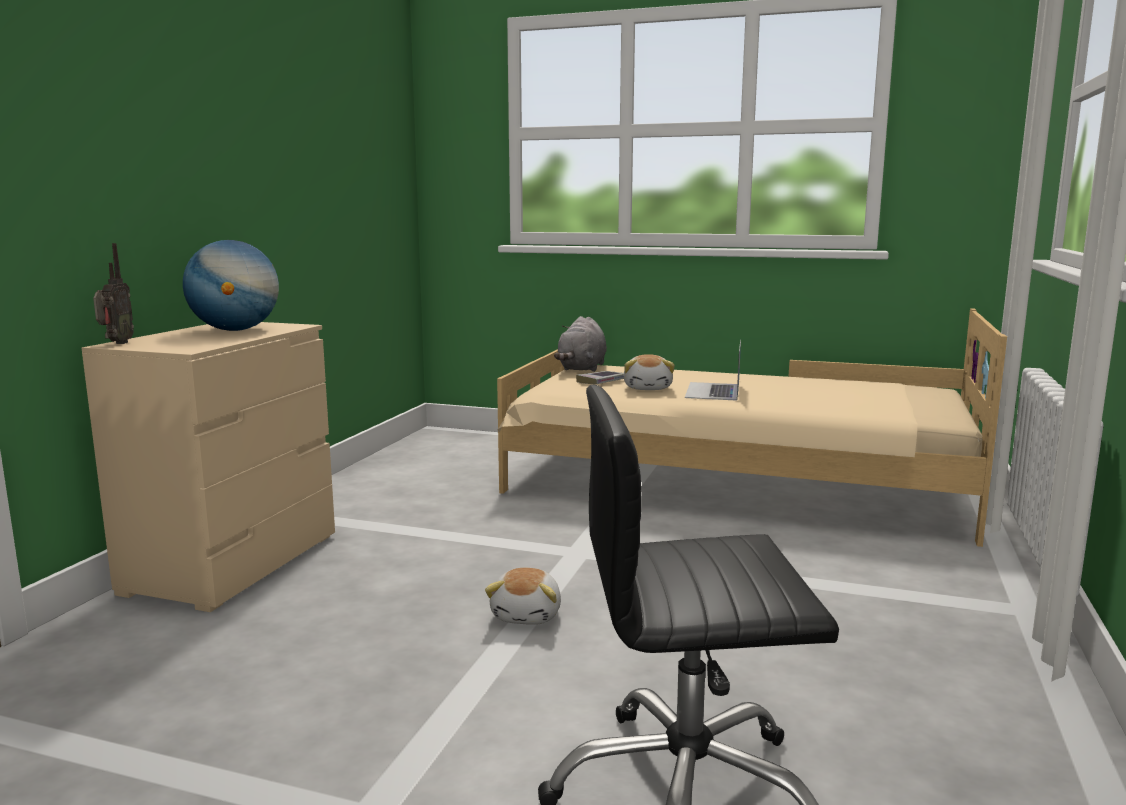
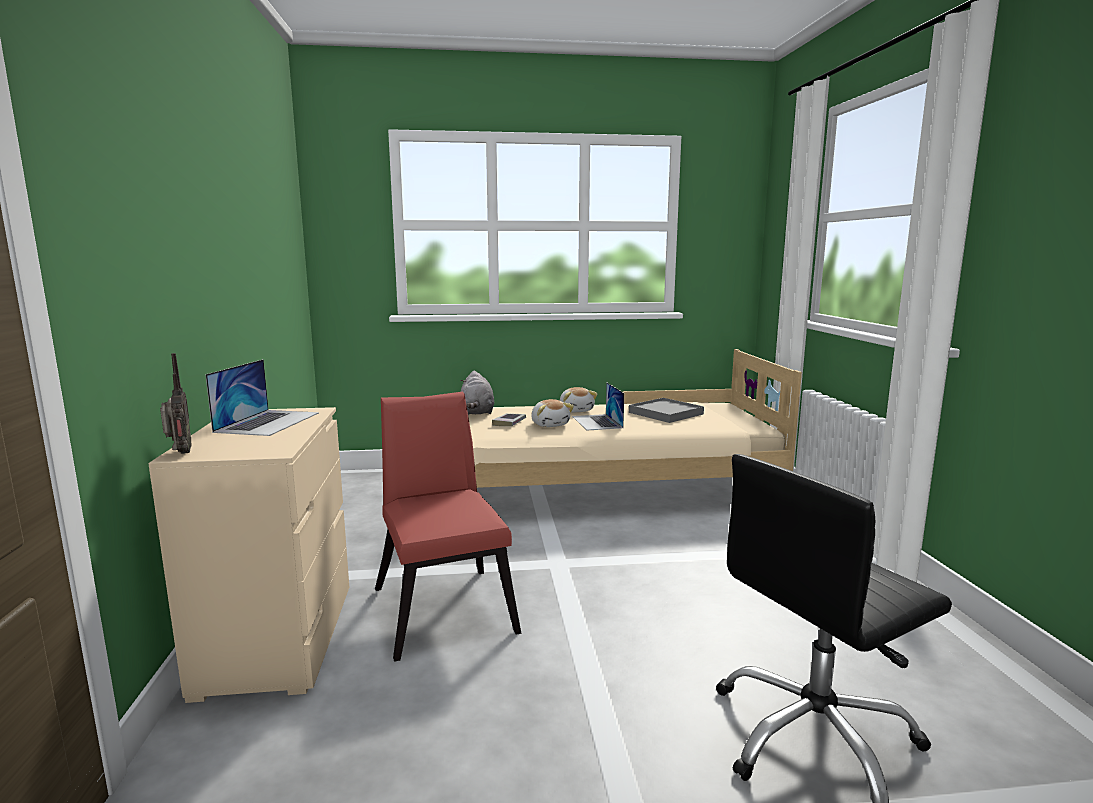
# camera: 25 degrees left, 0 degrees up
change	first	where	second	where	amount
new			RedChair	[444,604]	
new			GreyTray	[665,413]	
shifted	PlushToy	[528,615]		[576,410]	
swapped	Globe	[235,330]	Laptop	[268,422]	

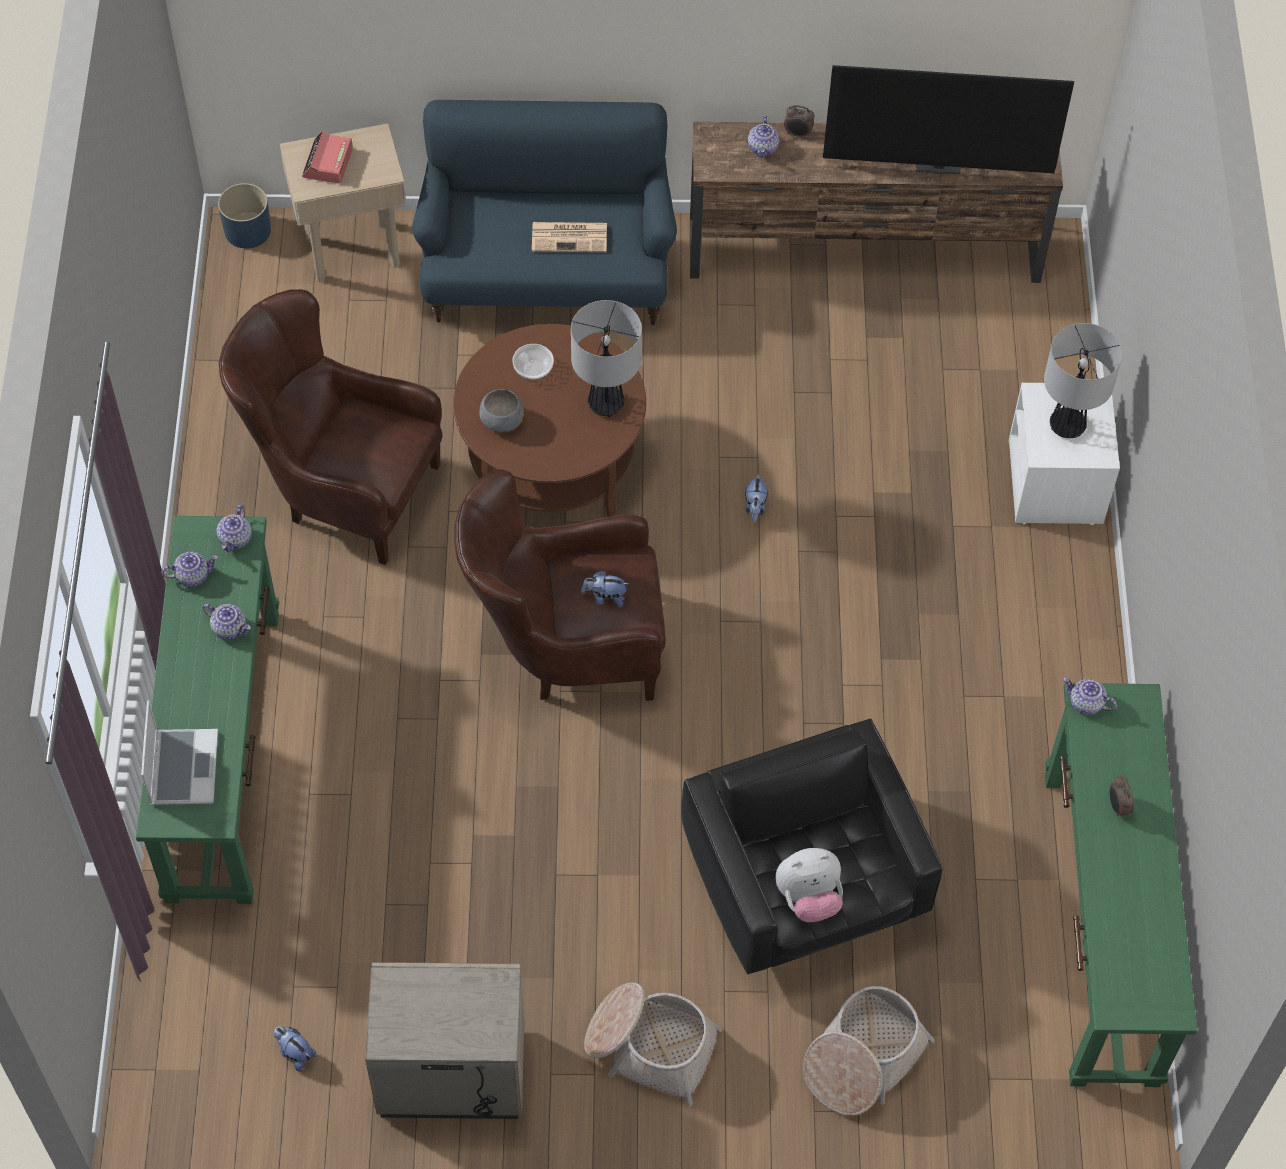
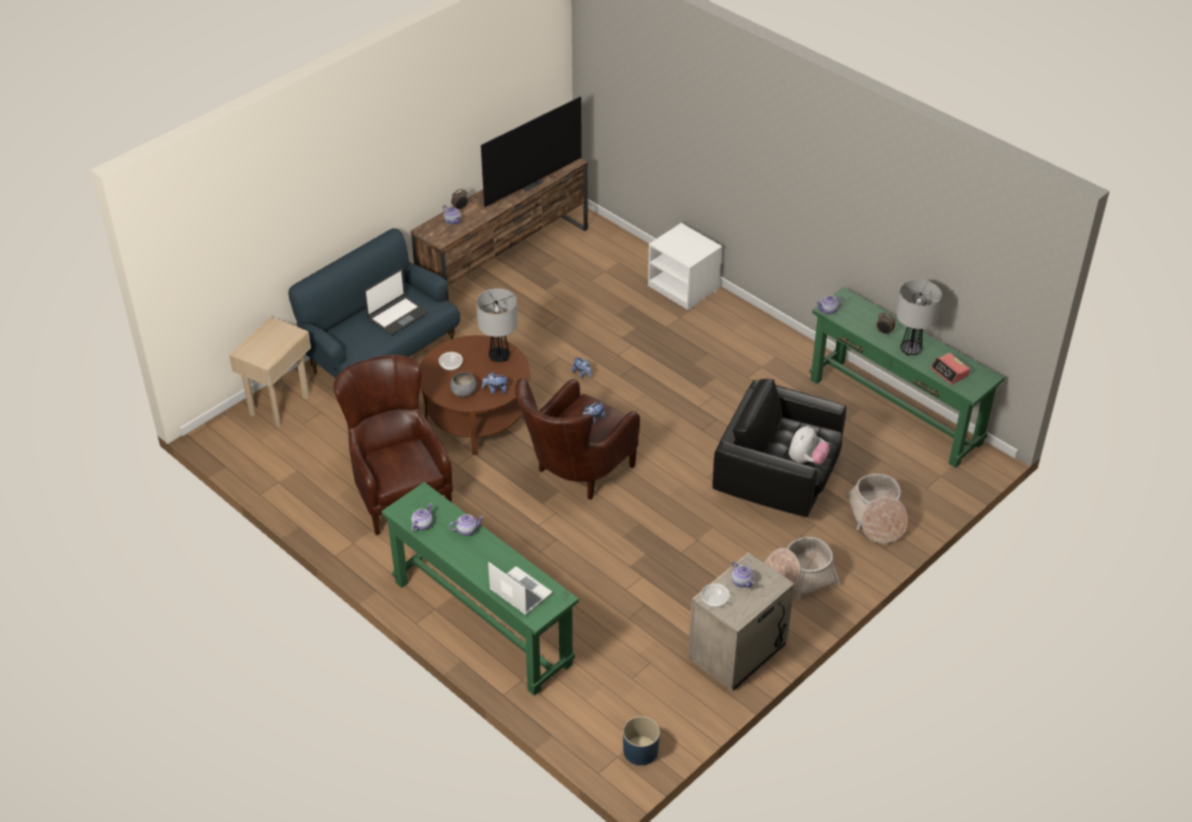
# camera: 45 degrees left, 15 degrees down
change	first	where	second	where	amount
new			Bowl	[714,600]	
shifted	Teapot	[236,538]		[742,581]	
shifted	BluePlanter	[247,230]		[640,751]	
shifted	PlushToy	[295,1053]		[495,390]	
shifted	AlarmClock	[328,163]		[949,372]	
shifted	TableLamp	[1067,426]		[911,350]	
swapped	Newspaper	[570,237]	Laptop	[397,316]	
rotated	BrownArmchair	[342,489]		[398,491]	90 degrees clockwise

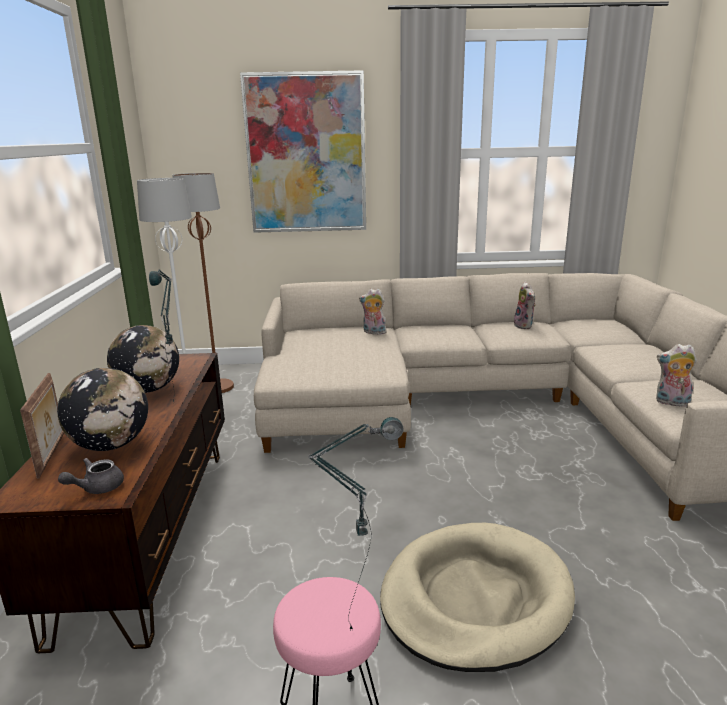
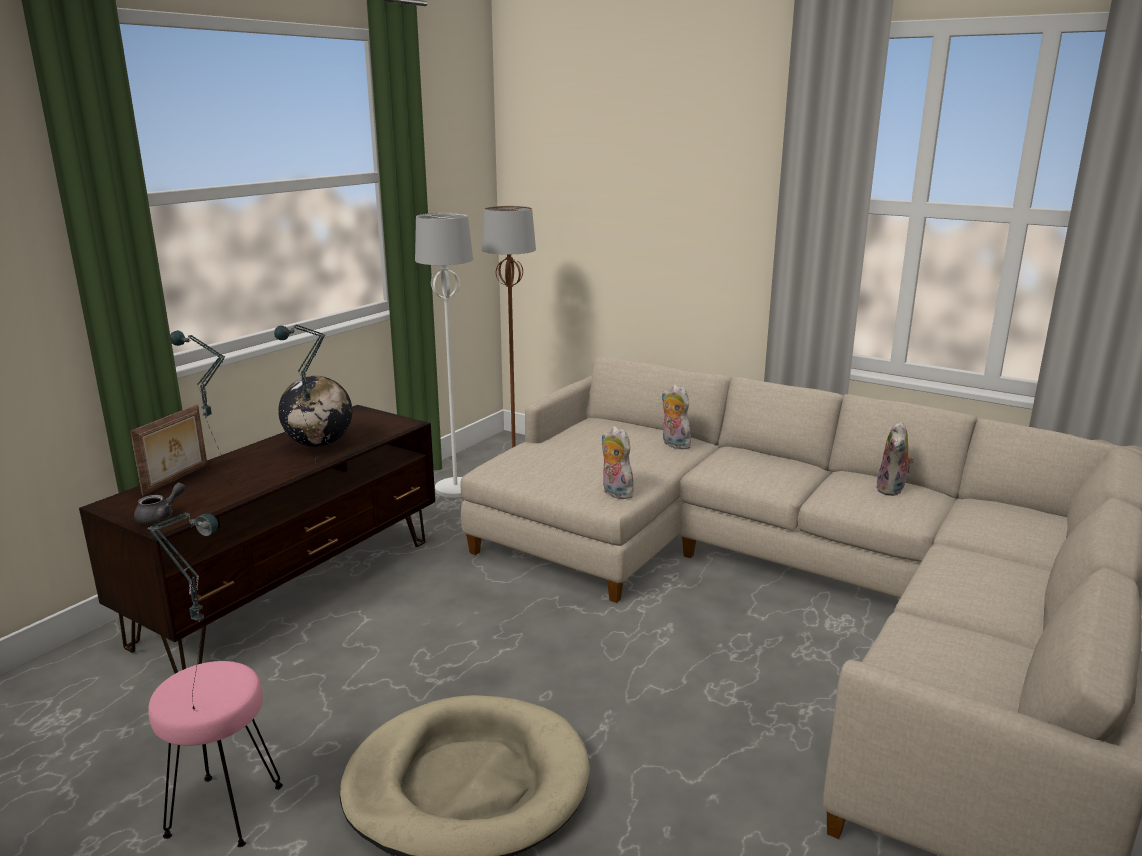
# camera: 35 degrees right, 0 degrees up
change	first	where	second	where	amount
gone	Picture	[306,154]			
shifted	PlushToy	[671,403]		[615,493]	
swapped	Globe	[111,445]	TableLamp	[219,486]	
rotated	GreyTeapot	[97,488]		[161,517]	135 degrees clockwise

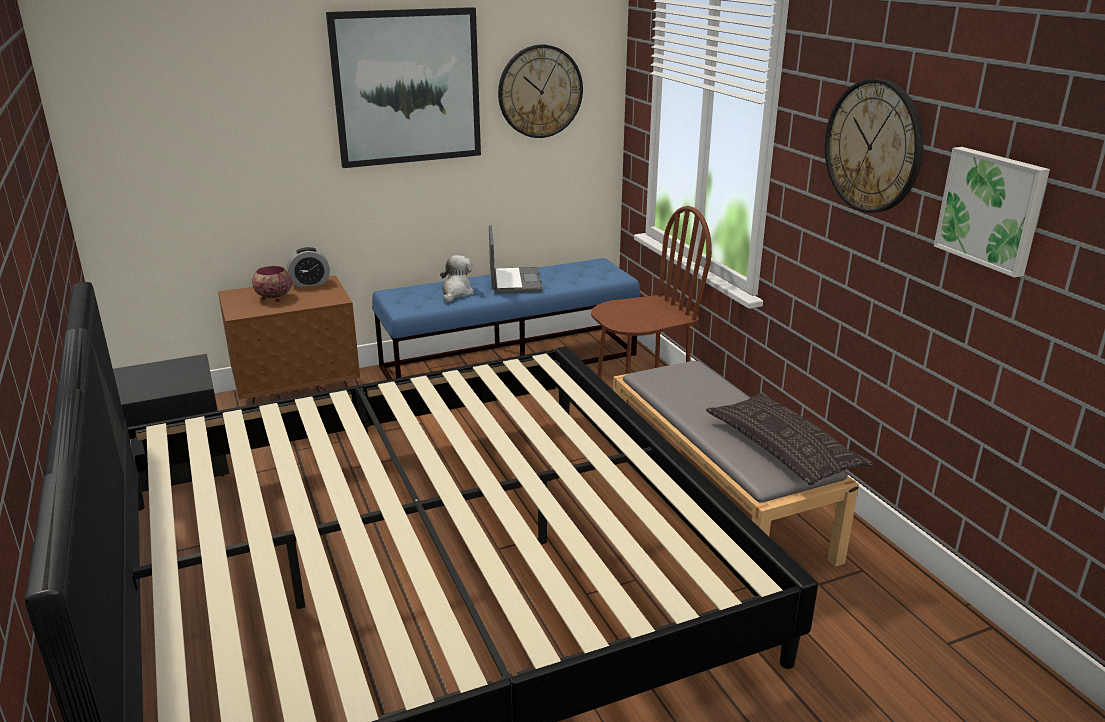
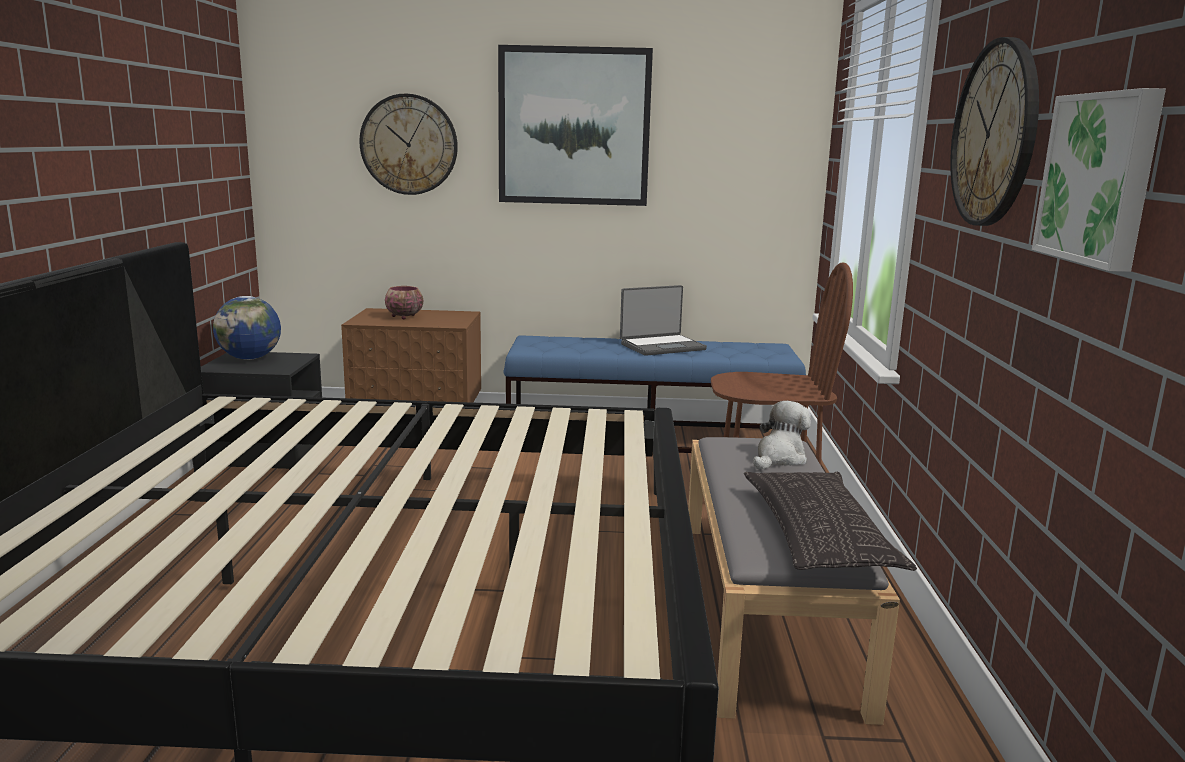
# camera: 25 degrees right, 10 degrees down
change	first	where	second	where	amount
gone	AlarmClock	[310,283]			
new			Globe	[250,358]	
shifted	PlushToy	[456,293]		[779,458]	
shifted	WallClock	[540,91]		[409,144]	
rotated	Laptop	[514,282]		[661,346]	45 degrees clockwise

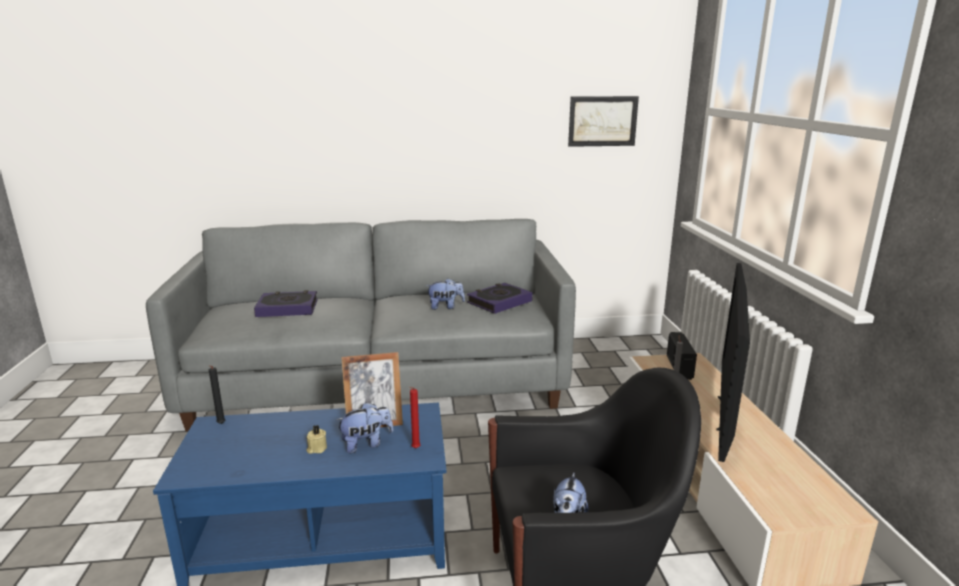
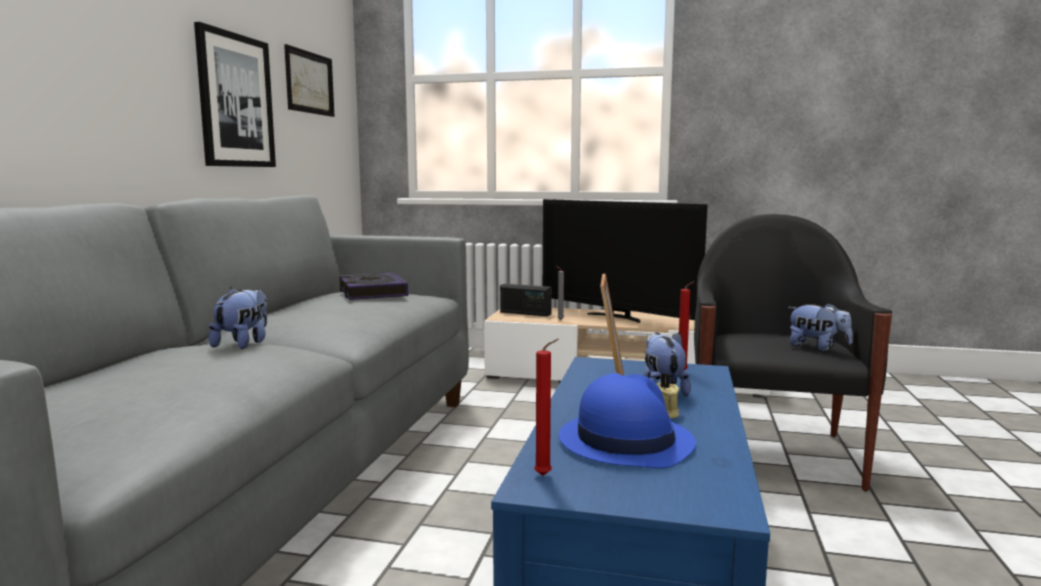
# camera: 70 degrees left, 10 degrees down
change	first	where	second	where	amount
gone	Book	[287,308]			
new			Picture	[235,101]	
new			BlueHat	[625,440]	
shifted	PlushToy	[445,307]		[244,343]	
repainted	BlackCandle	[220,424]	RedCandle	[545,476]	

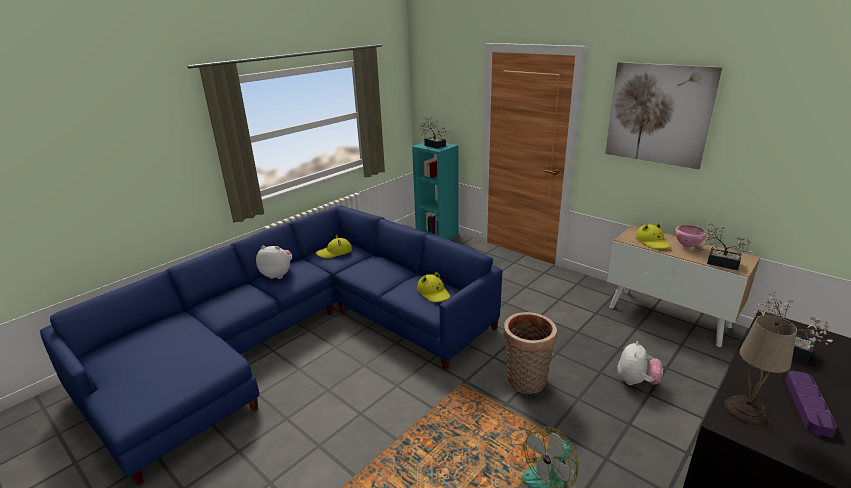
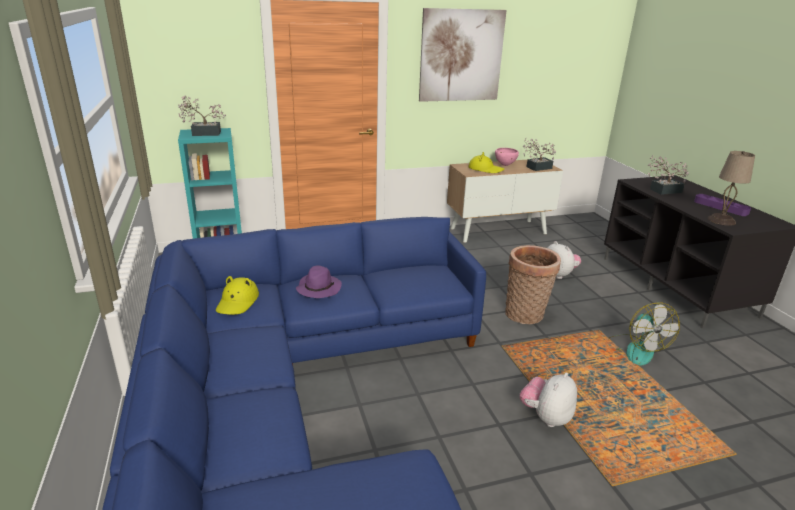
# camera: 60 degrees left, 0 degrees up
change	first	where	second	where	amount
gone	YellowHat	[434,292]			
new			PurpleHat	[318,288]	
shifted	PlushToy	[278,275]		[546,417]	

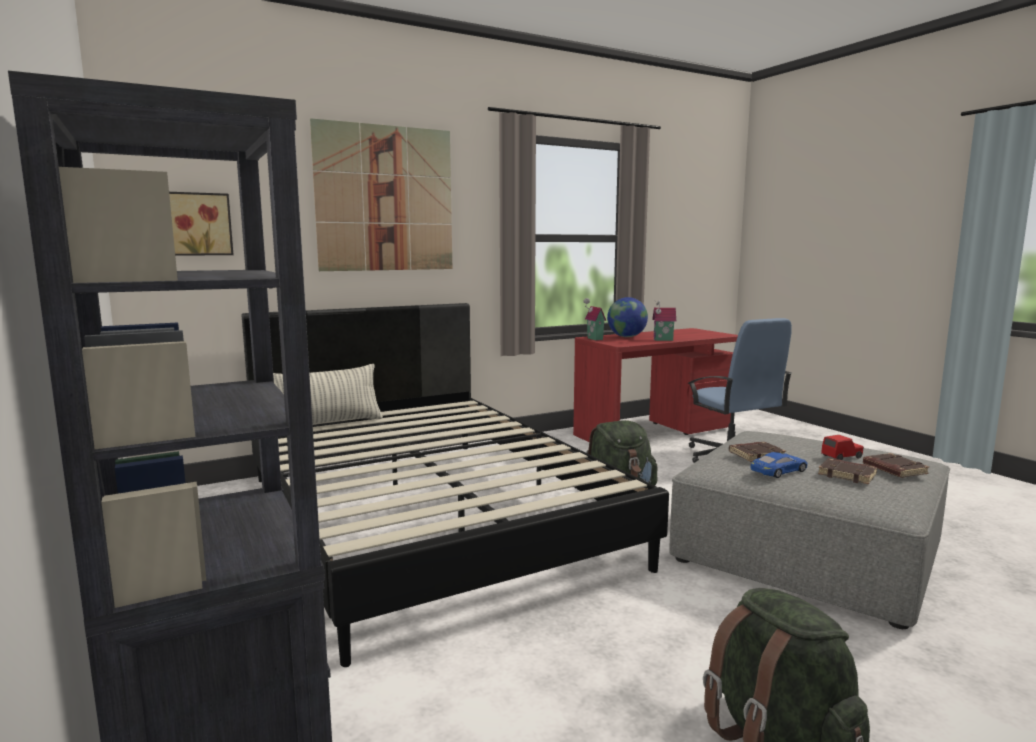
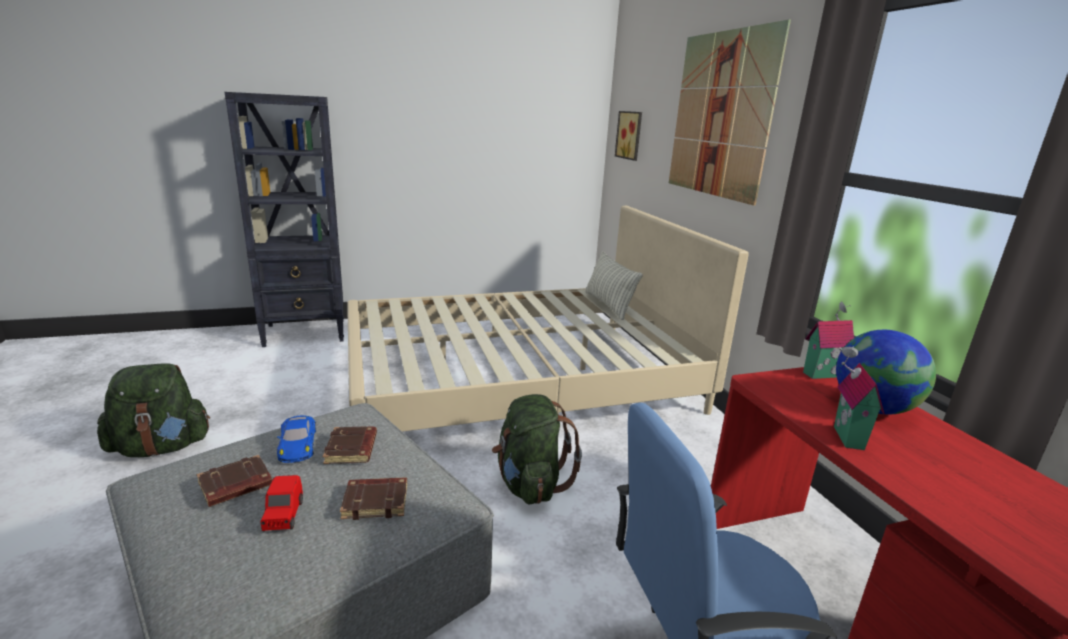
# camera: 100 degrees right, 10 degrees up
change	first	where	second	where	amount
shifted	BrownBook	[893,469]		[376,501]	
repainted	BlackBed	[426,517]	BeigeBed	[519,379]	

